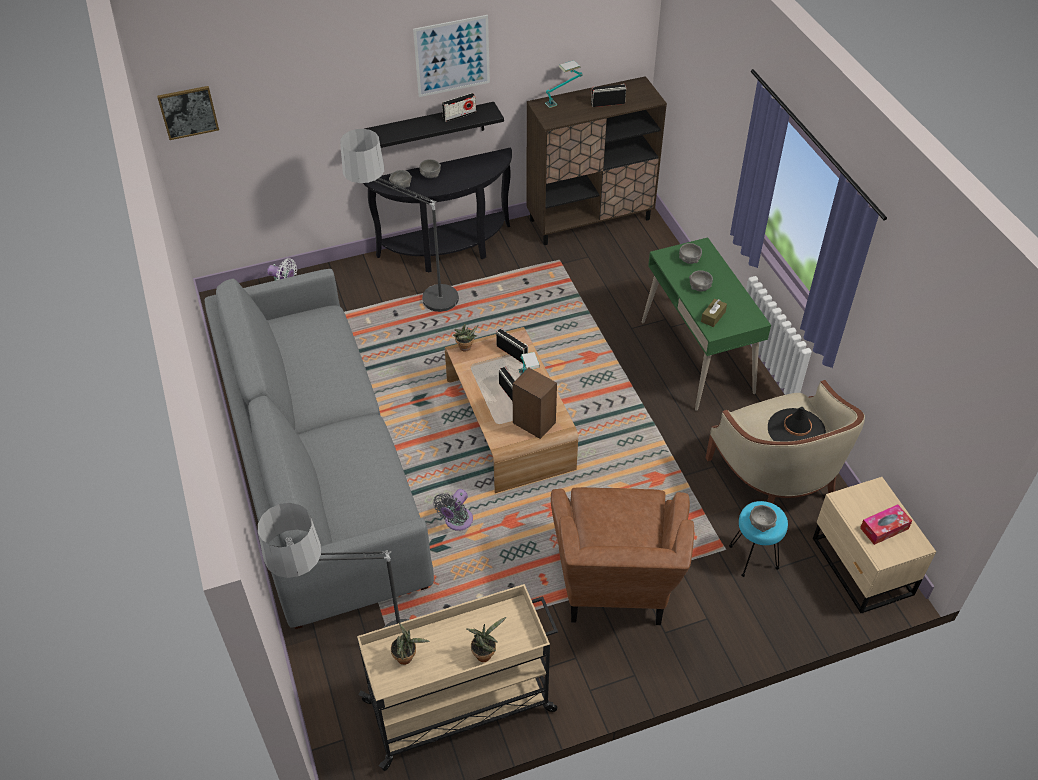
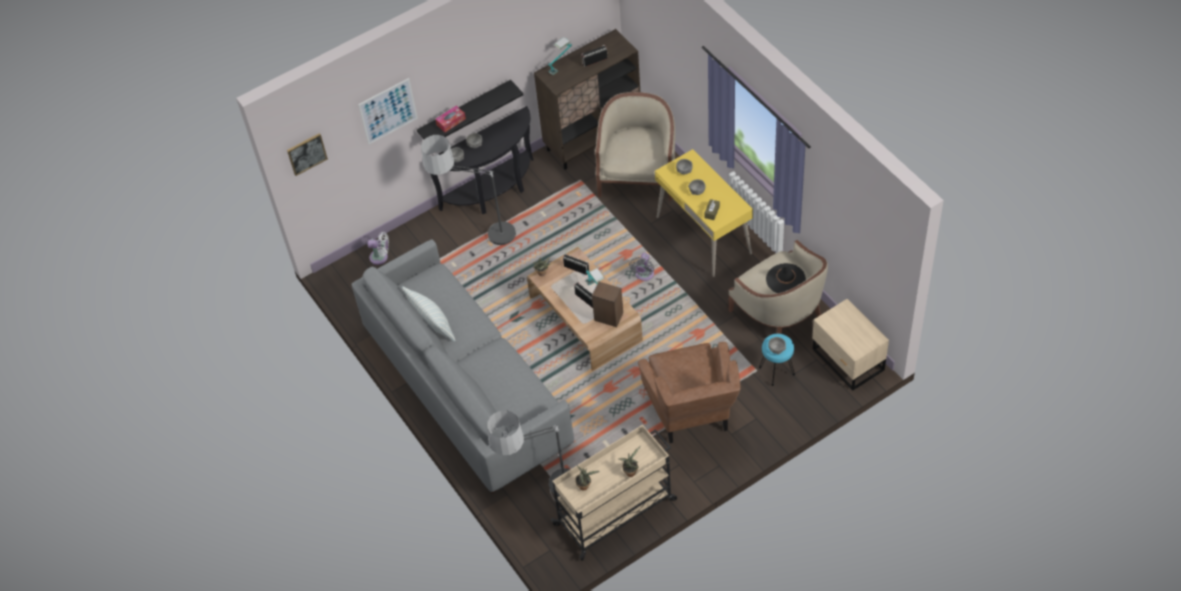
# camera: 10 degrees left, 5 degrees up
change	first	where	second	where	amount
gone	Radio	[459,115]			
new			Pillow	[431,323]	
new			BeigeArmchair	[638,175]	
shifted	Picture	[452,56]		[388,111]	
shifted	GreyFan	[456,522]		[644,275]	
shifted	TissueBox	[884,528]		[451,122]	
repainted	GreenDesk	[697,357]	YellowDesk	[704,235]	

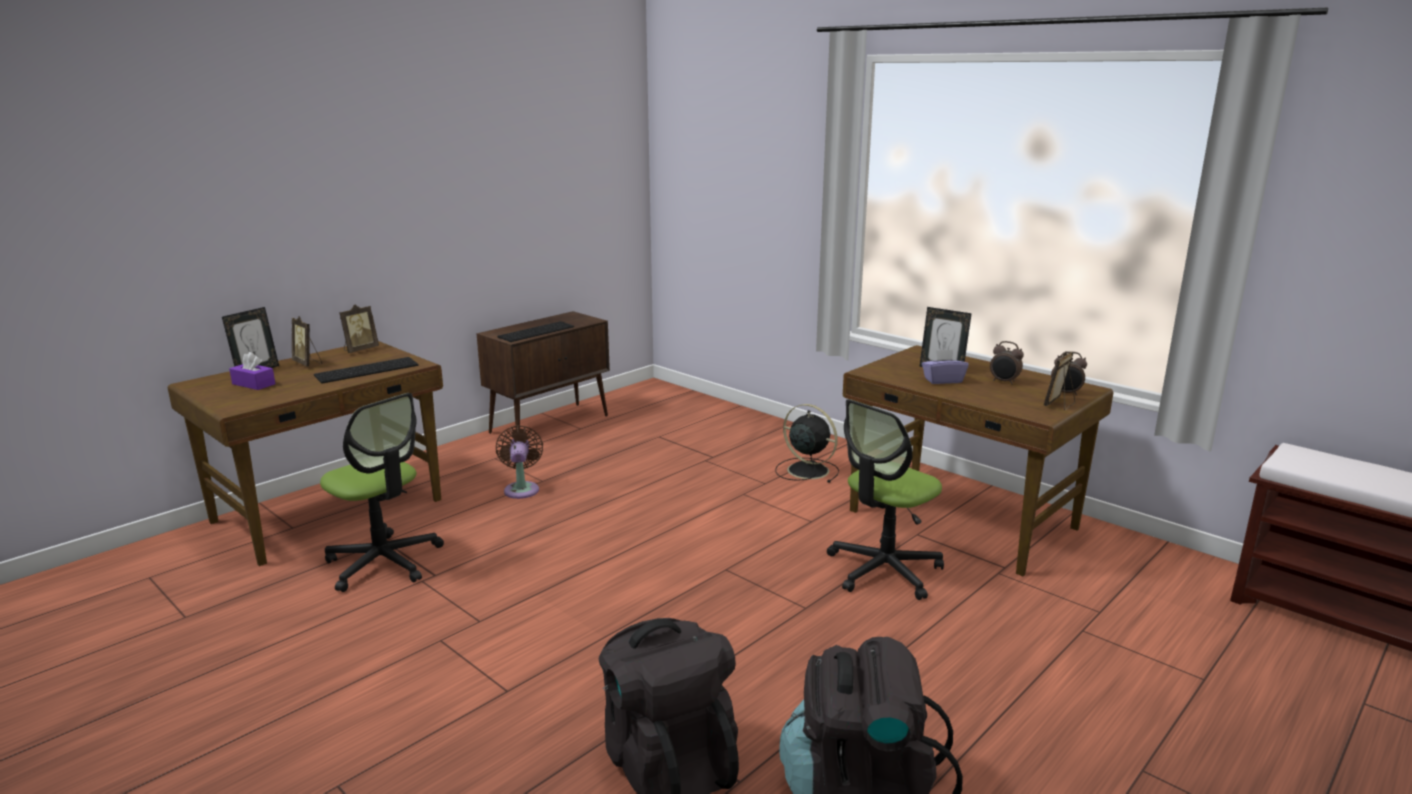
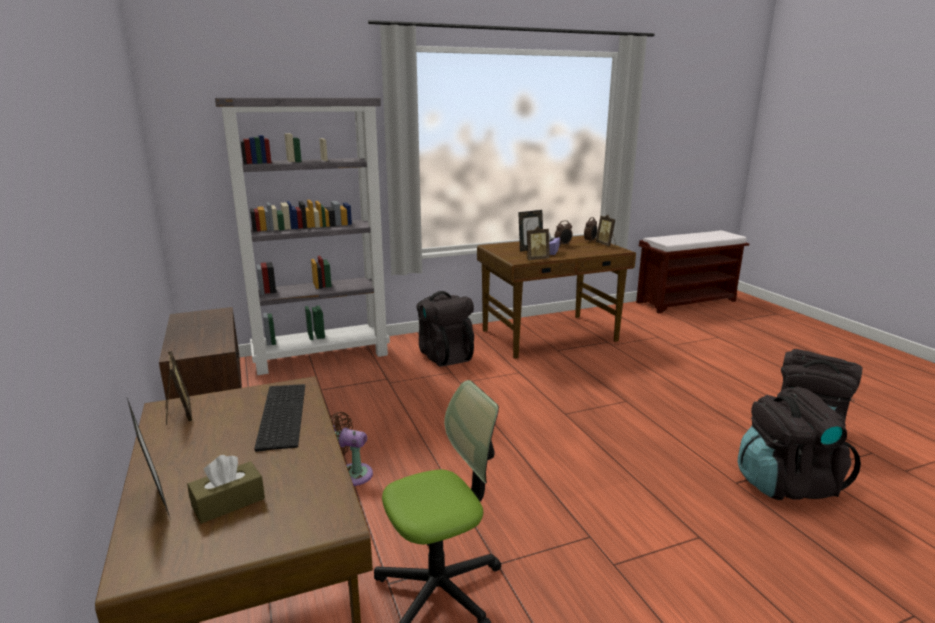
# camera: 65 degrees left, 0 degrees up
change	first	where	second	where	amount
gone	Keyboard	[536,331]			
gone	OfficeChair	[884,570]			
new			GreyBookcase	[322,356]	
shifted	PictureFrame	[308,363]		[536,259]	
swapped	BlackFan	[806,470]	BlackBackpack	[445,355]	
repainted	PurpleTissueBox	[253,384]	BrownTissueBox	[228,502]	

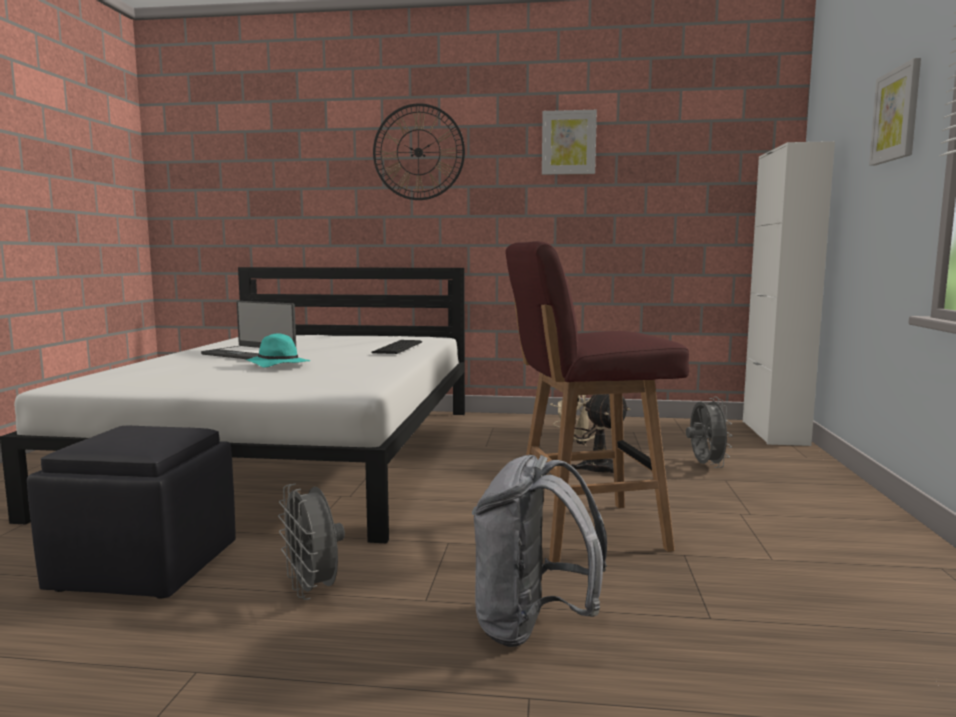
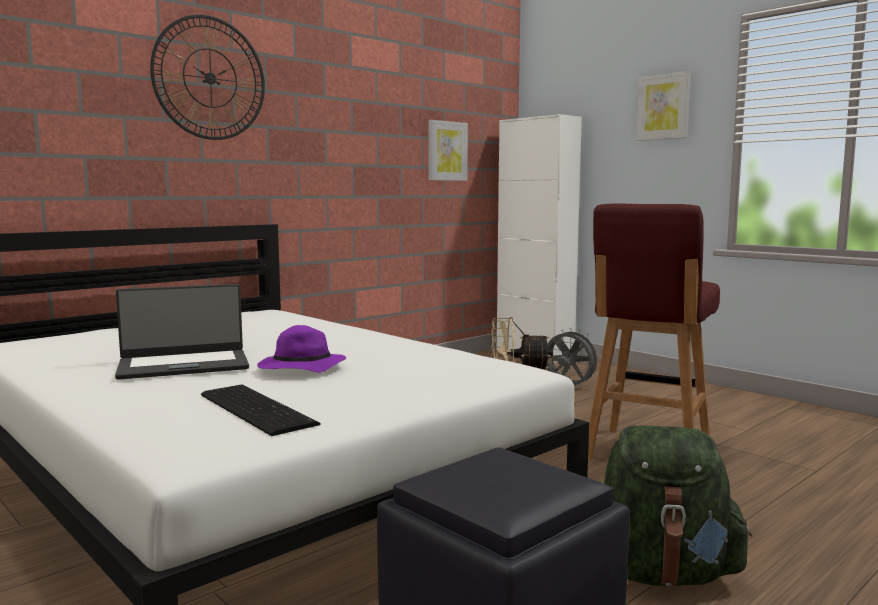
# camera: 50 degrees left, 0 degrees up
change	first	where	second	where	amount
gone	GreyBackpack	[533,627]			
shifted	Keyboard	[400,347]		[258,408]	
shifted	Picture	[568,142]		[447,151]	
swapped	GreyFan	[313,590]	GreenBackpack	[661,573]	
repainted	TurquoiseHat	[277,365]	PurpleHat	[300,368]	

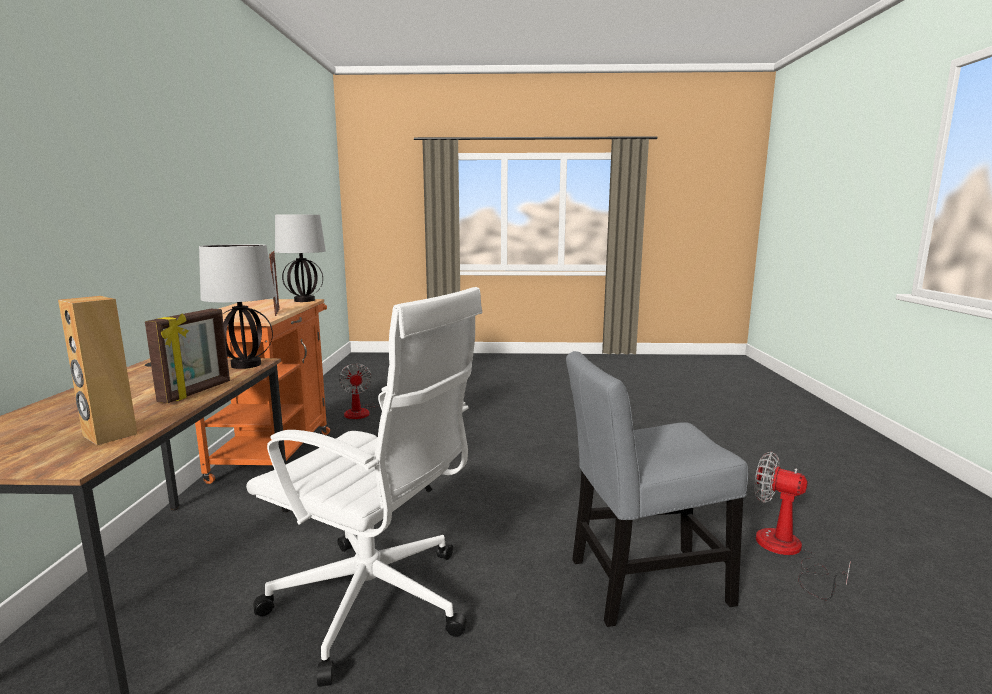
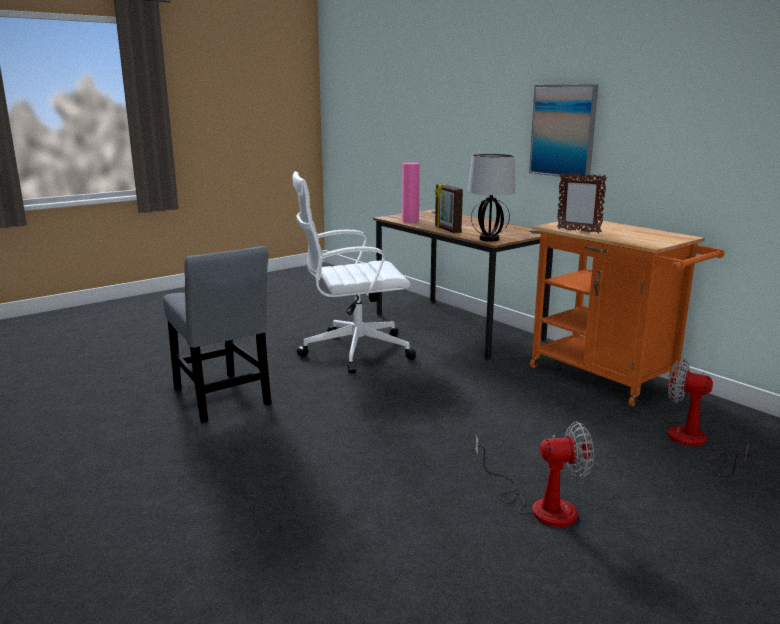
# camera: 140 degrees right, 5 degrees up
change	first	where	second	where	amount
gone	TableLamp	[304,300]			
new			Picture	[563,131]	
shifted	Fan	[786,552]		[540,506]	
repainted	BrownSpeaker	[109,435]	PinkSpeaker	[410,220]	
rotated	GreyChair	[641,584]		[222,399]	105 degrees clockwise

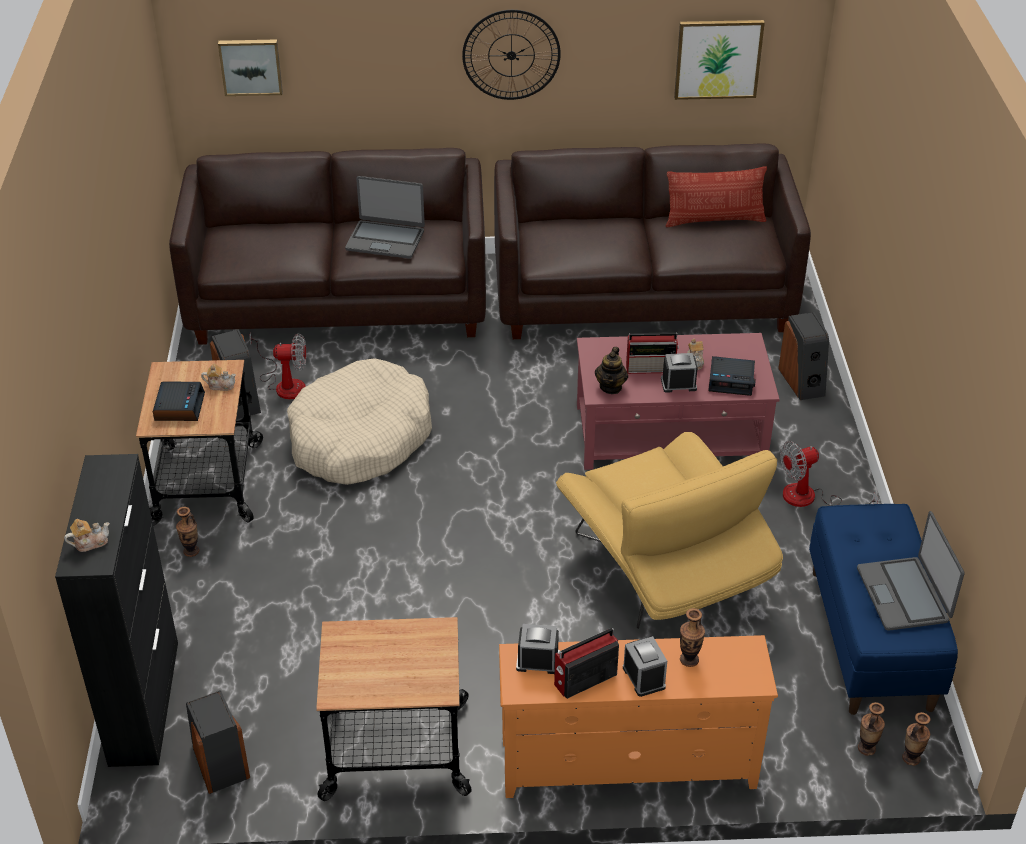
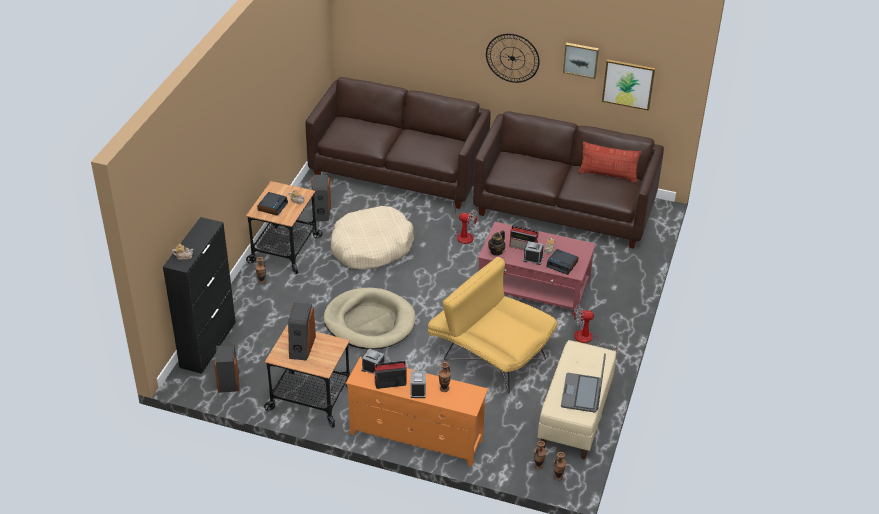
# camera: 20 degrees right, 0 degrees up
change	first	where	second	where	amount
gone	Laptop	[385,240]			
new			BeigeDogBed	[369,322]	
shifted	Picture	[251,66]		[581,59]	
shifted	Fan	[284,384]		[463,234]	
shifted	Speaker	[802,381]		[301,347]	
repainted	BlueBench	[872,639]	BeigeBench	[575,417]	
rotated	YellowArmchair	[666,571]		[489,354]	135 degrees clockwise

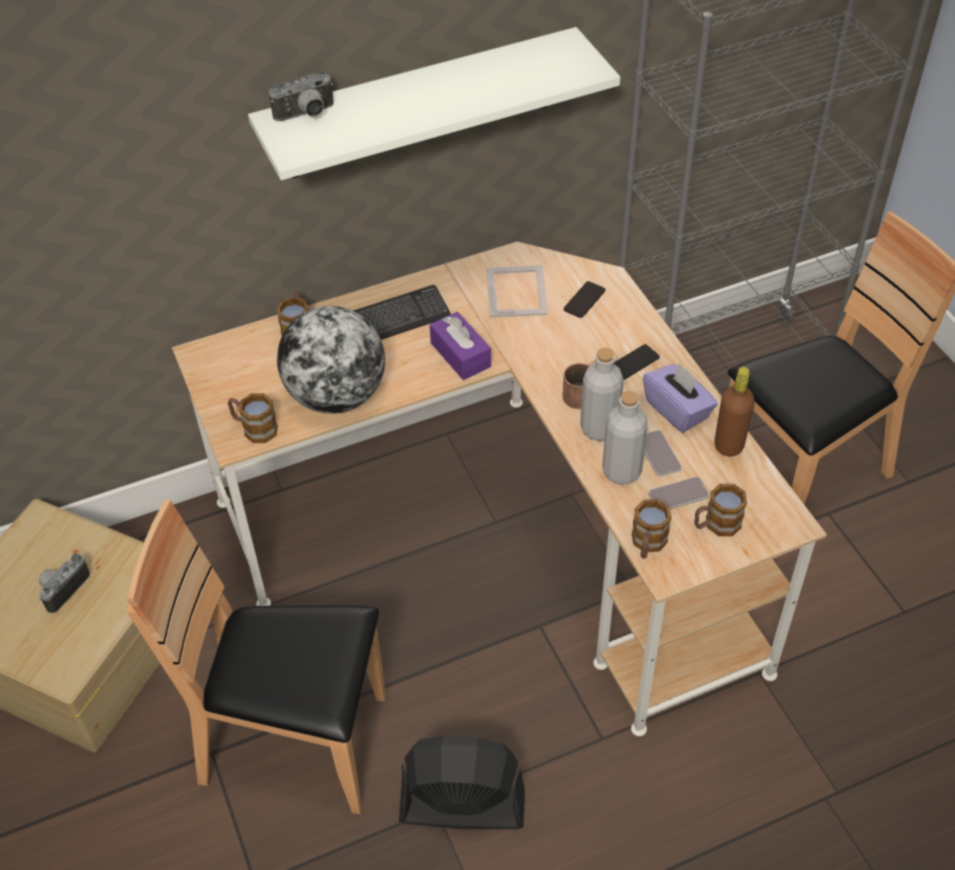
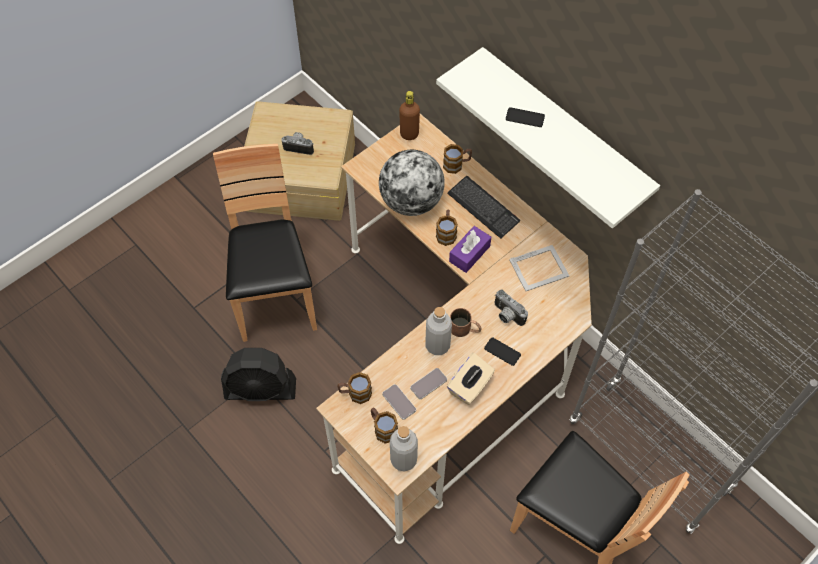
# camera: 70 degrees right, 10 degrees up
change	first	where	second	where	amount
shifted	Mug	[254,428]		[446,233]	
shifted	PhotoCamera	[306,115]		[506,315]	
shifted	Phone	[584,300]		[525,117]	
shifted	GreyBottle	[621,471]		[403,459]	
shifted	BrownBottle	[729,445]		[409,134]	
repainted	PurpleTissueBox	[677,410]	BeigeTissueBox	[470,386]	
rotated	BlackFan	[461,806]		[261,389]	105 degrees clockwise

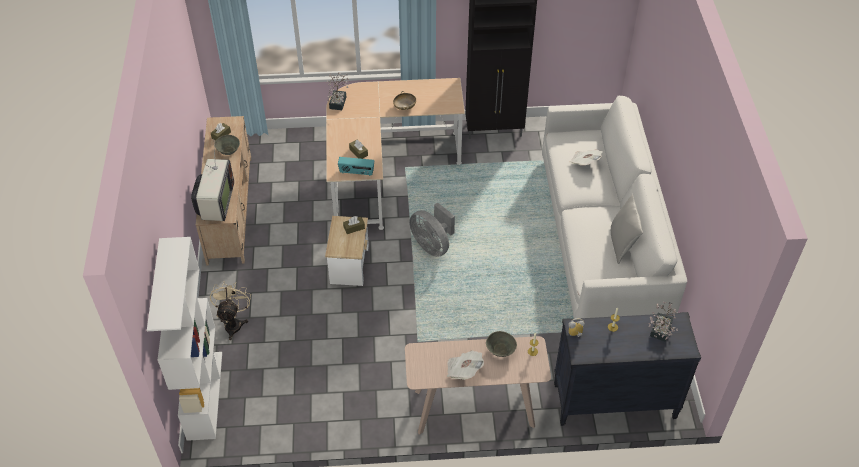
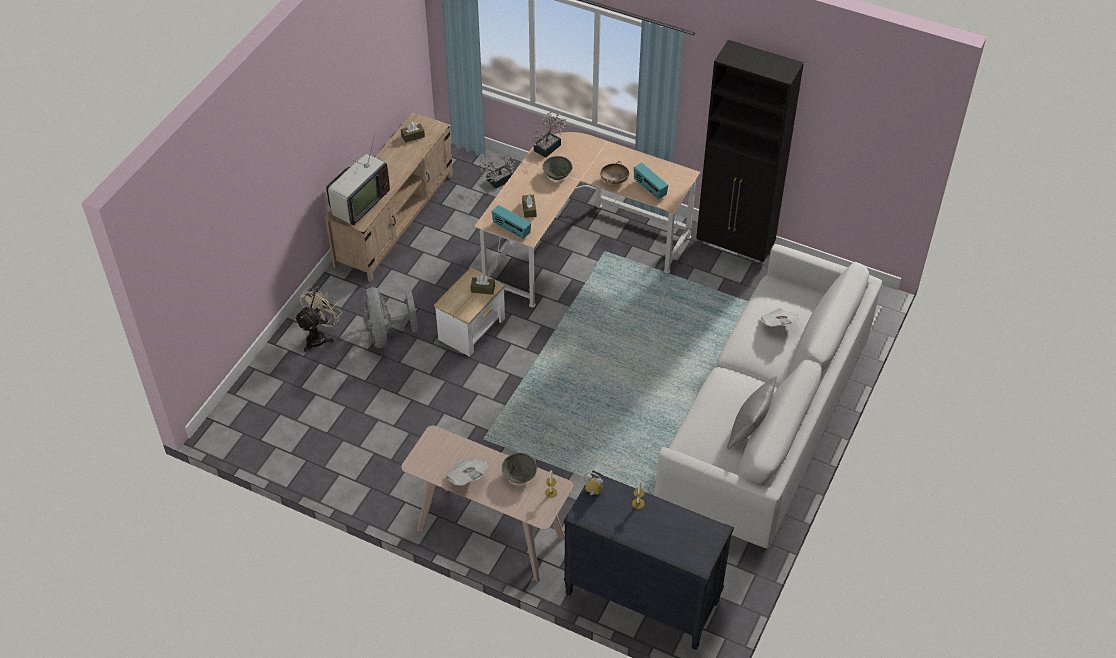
# camera: 30 degrees right, 0 degrees up
change	first	where	second	where	amount
gone	WhiteBookcase	[204,394]			
new			Radio	[649,189]	
shifted	GreyBowl	[228,150]		[557,175]	
shifted	GreyFan	[432,245]		[386,334]	
shifted	PottedPlant	[659,332]		[497,181]	

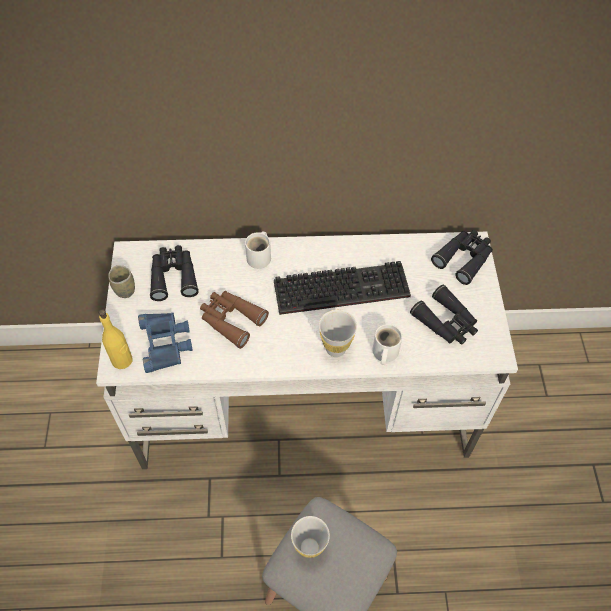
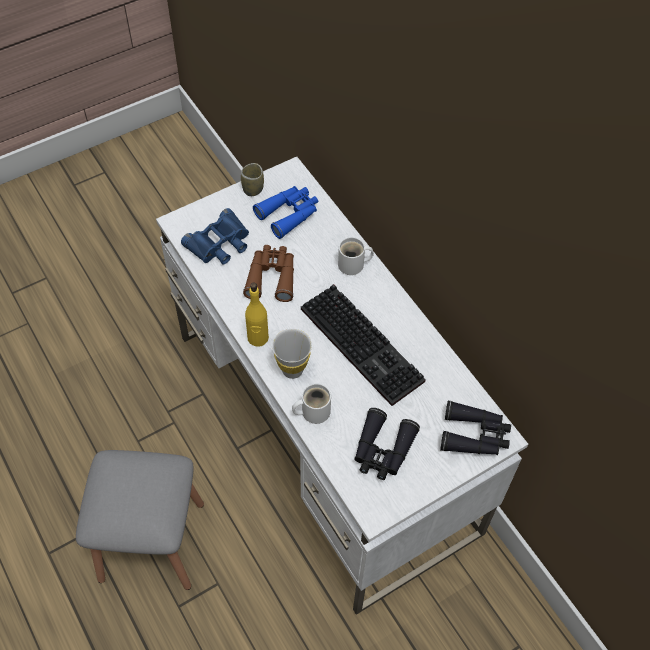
# camera: 60 degrees right, 0 degrees up
change	first	where	second	where	amount
gone	WhiteCup	[309,547]			
shifted	YellowBottle	[122,360]		[258,338]	
repainted	BlackBinoculars	[173,276]	BlueBinoculars	[289,214]	

